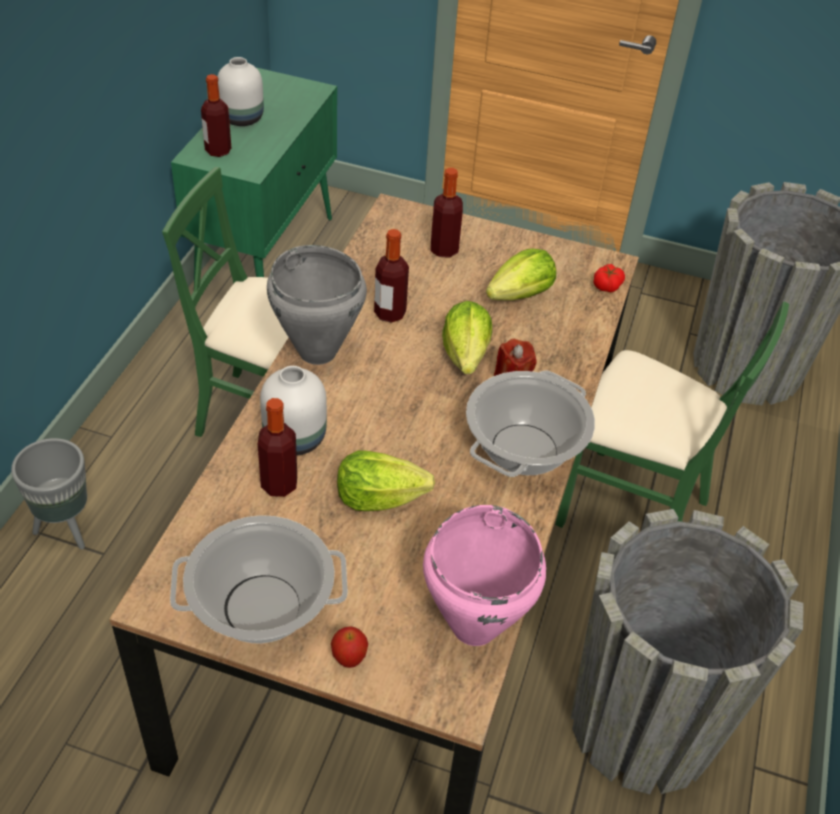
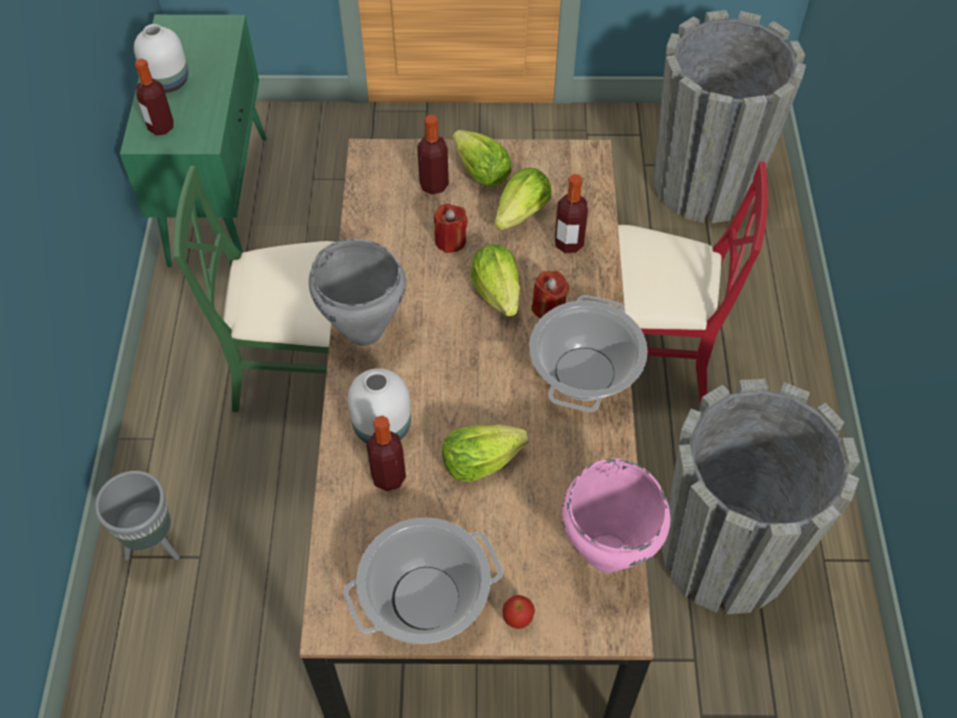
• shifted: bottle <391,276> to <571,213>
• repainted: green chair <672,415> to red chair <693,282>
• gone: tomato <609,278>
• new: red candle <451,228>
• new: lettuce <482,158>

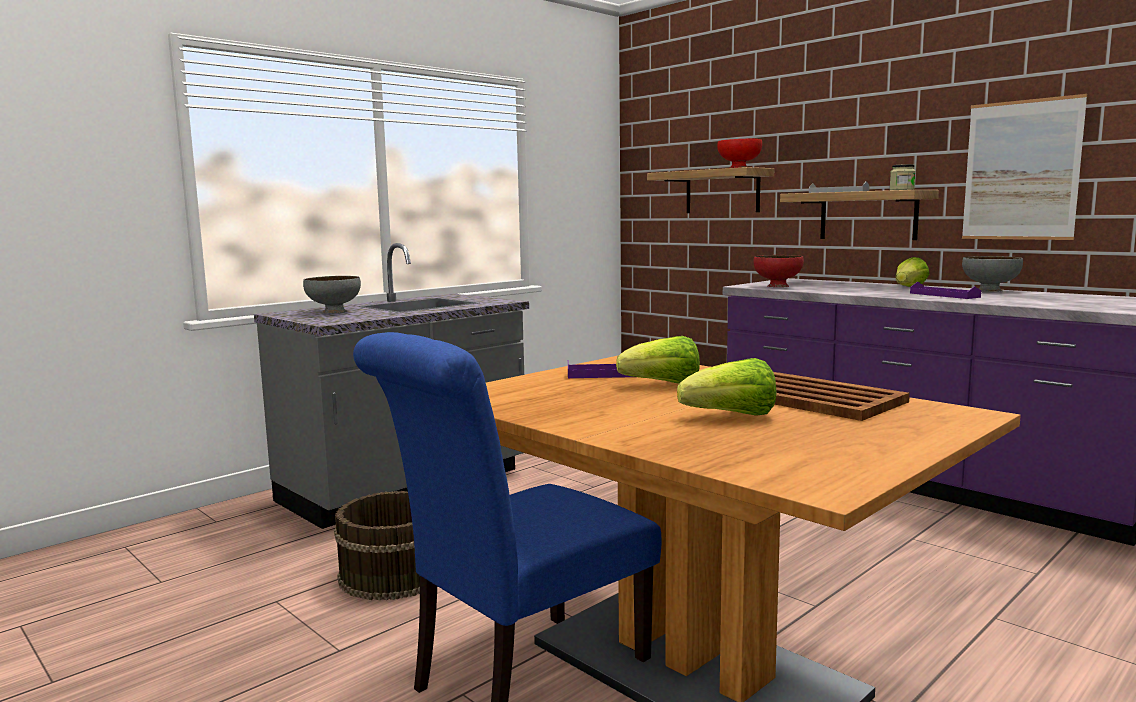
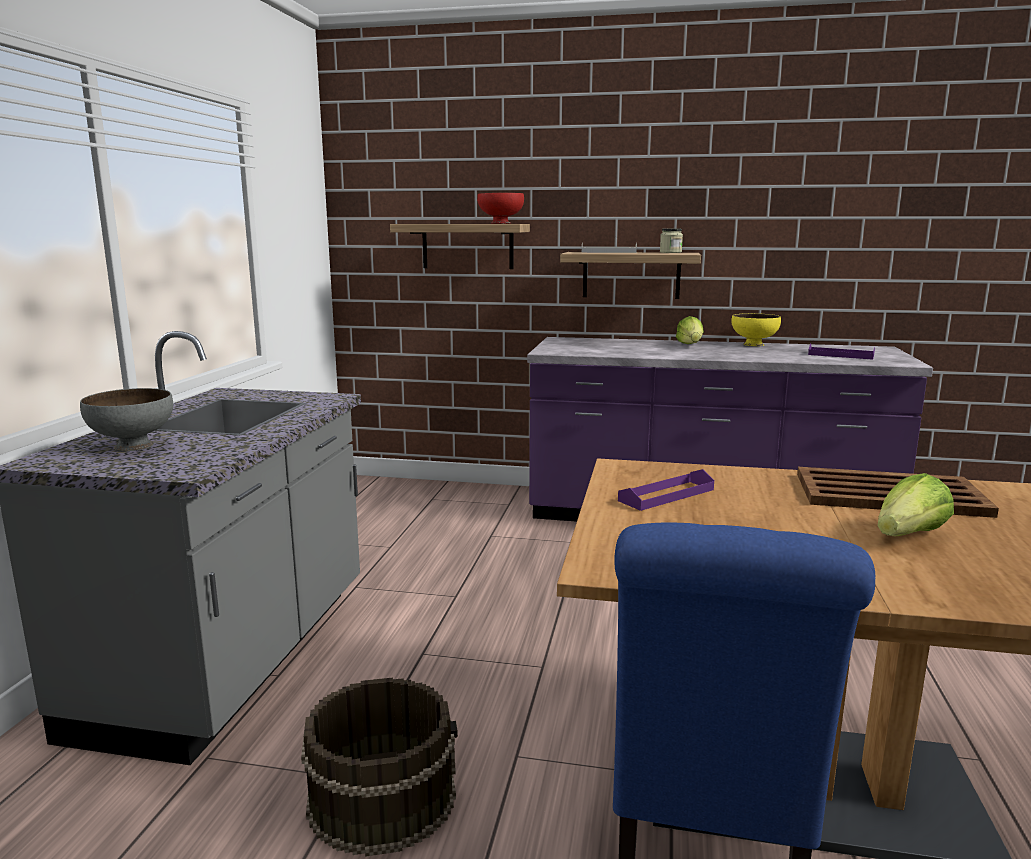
• gone: lettuce <658,360>
• gone: red bowl <778,271>
• shifted: purple tray <945,290> to <841,351>
• gone: picture <1024,167>
• repainted: grey bowl <992,274> to yellow bowl <756,329>

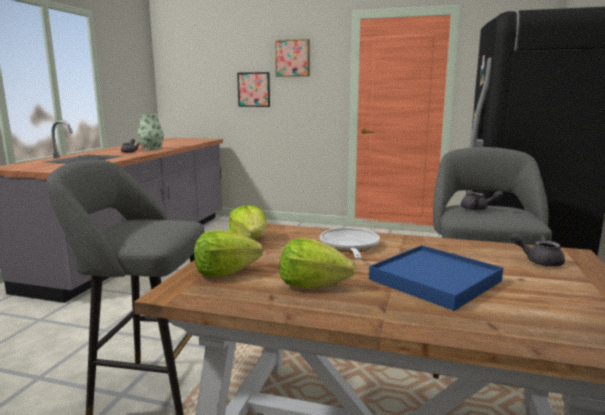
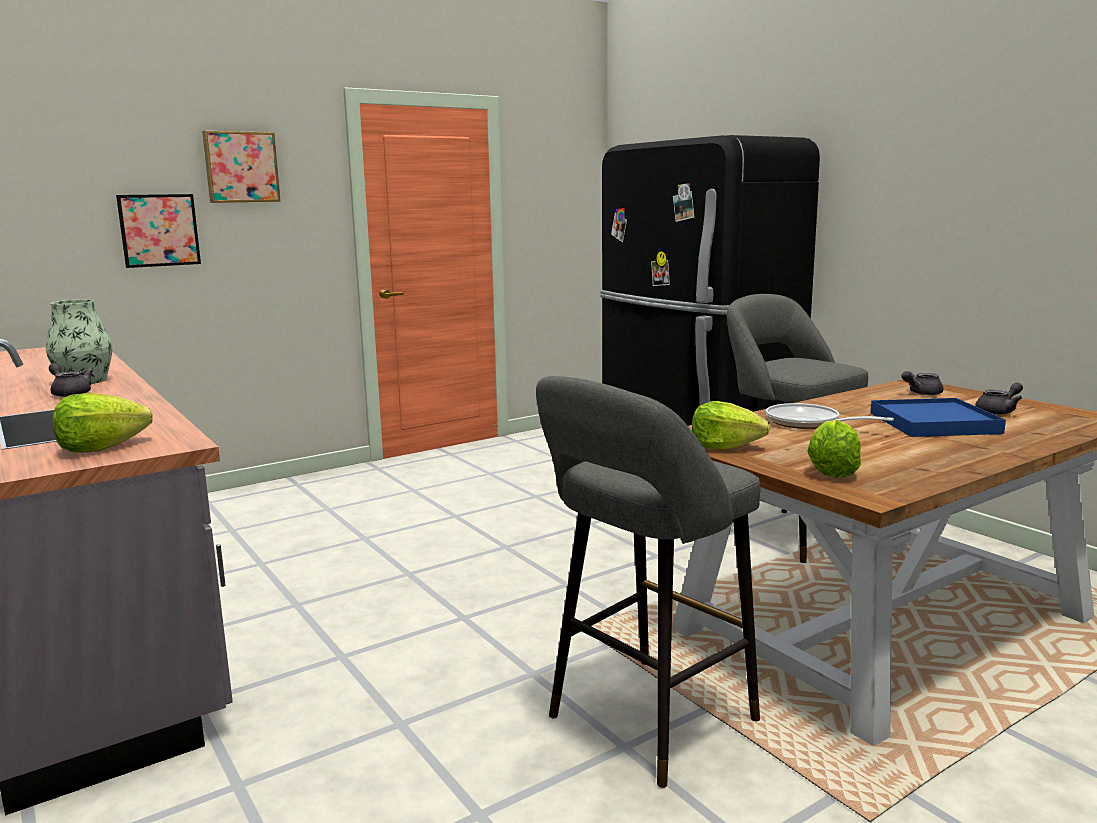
• shifted: lettuce <317,263> to <103,423>
• shifted: grey teapot <482,200> to <999,398>

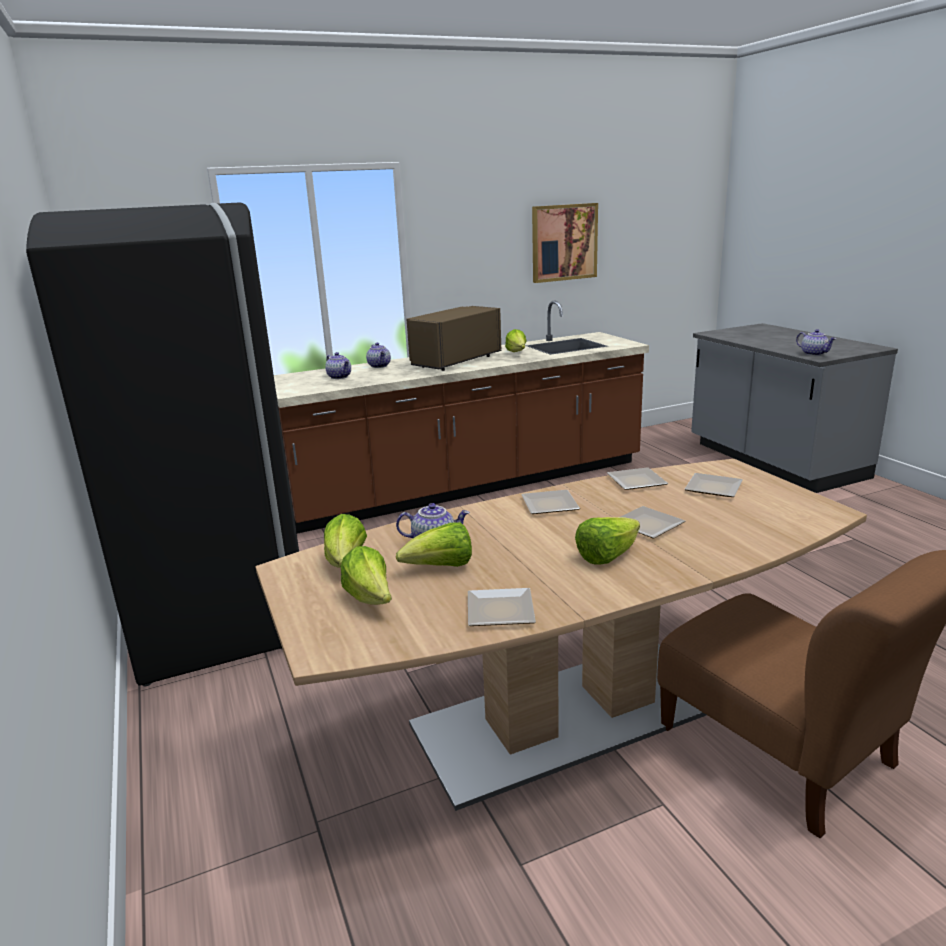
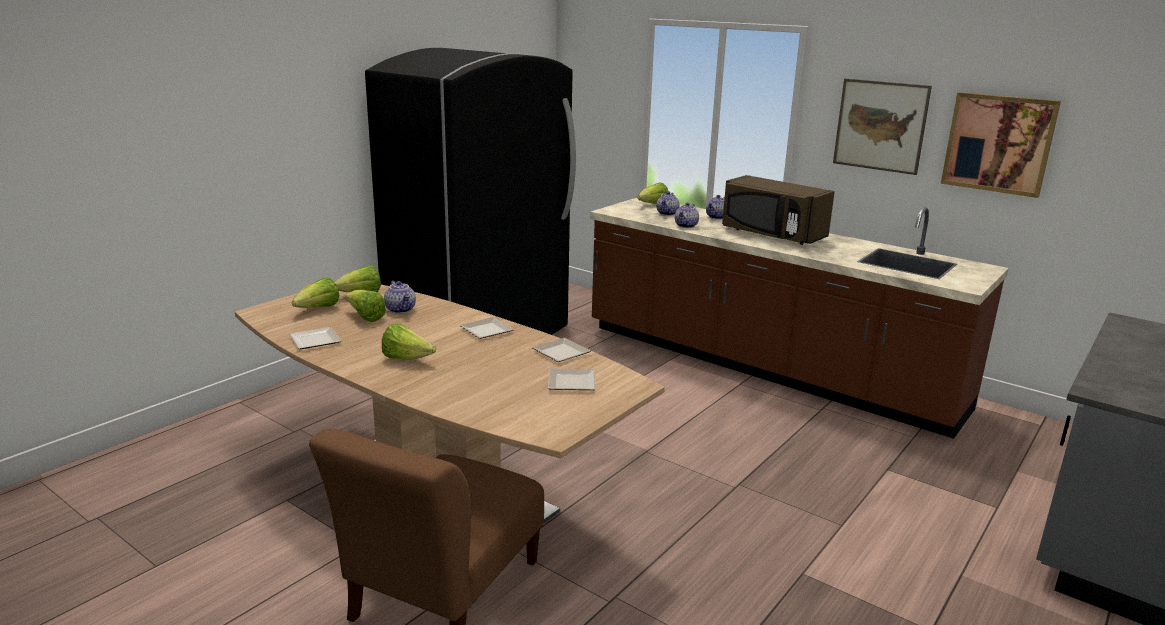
• rotated: brown microwave <454,338> = <778,210> 150 degrees counterclockwise
• shifted: lettuce <515,340> to <652,193>
• gone: plate <653,522>
• shifted: teapot <816,342> to <687,215>
• new: picture <882,127>

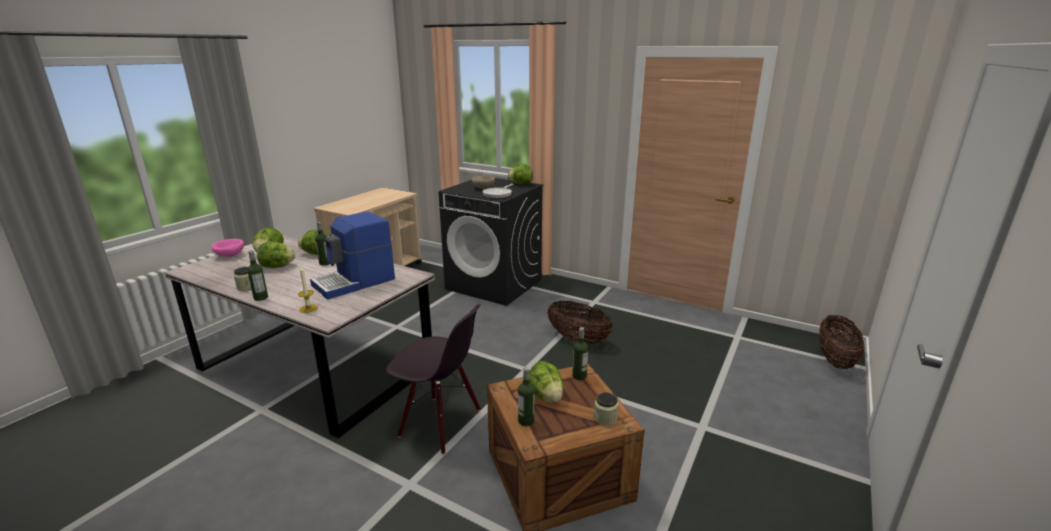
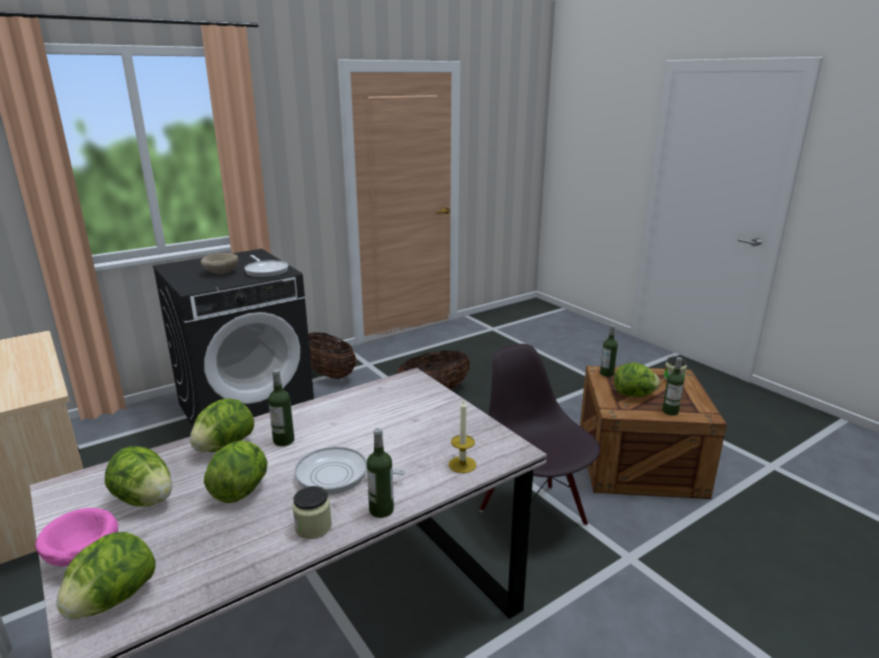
• gone: coffee machine <352,255>
• rotated: black chair <433,379> = <540,435> 75 degrees counterclockwise
• shifted: lettuce <520,174> to <106,576>
• shifted: basket <842,342> to <332,355>
• new: frying pan <349,471>

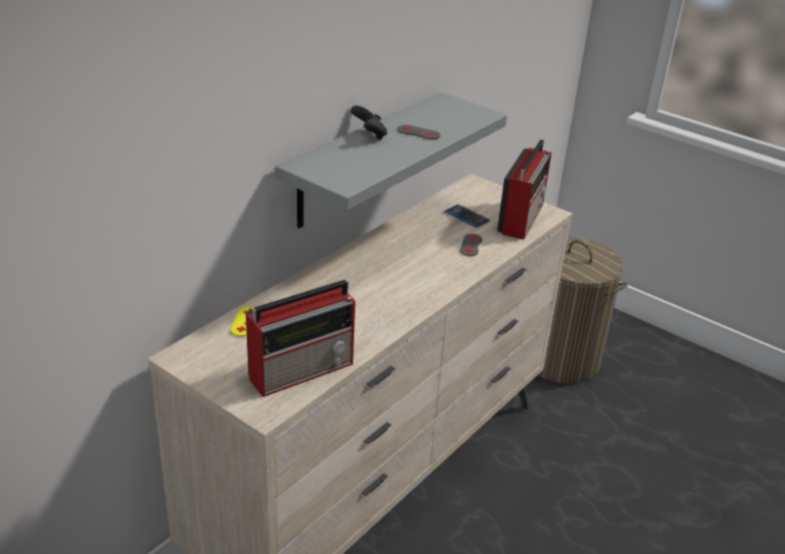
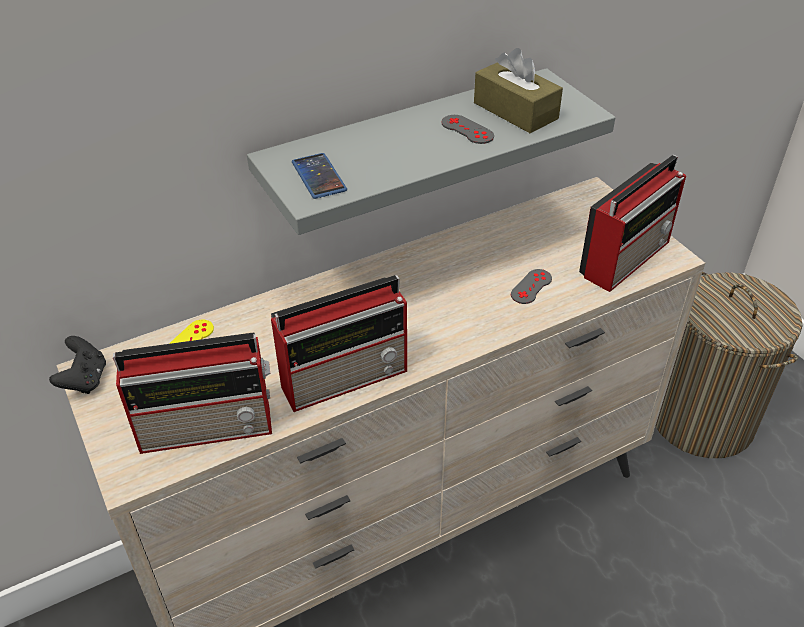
• shifted: black game controller <369,123> to <77,365>
• shifted: phone <467,216> to <319,176>
• new: radio <339,343>
• new: brown tissue box <518,90>

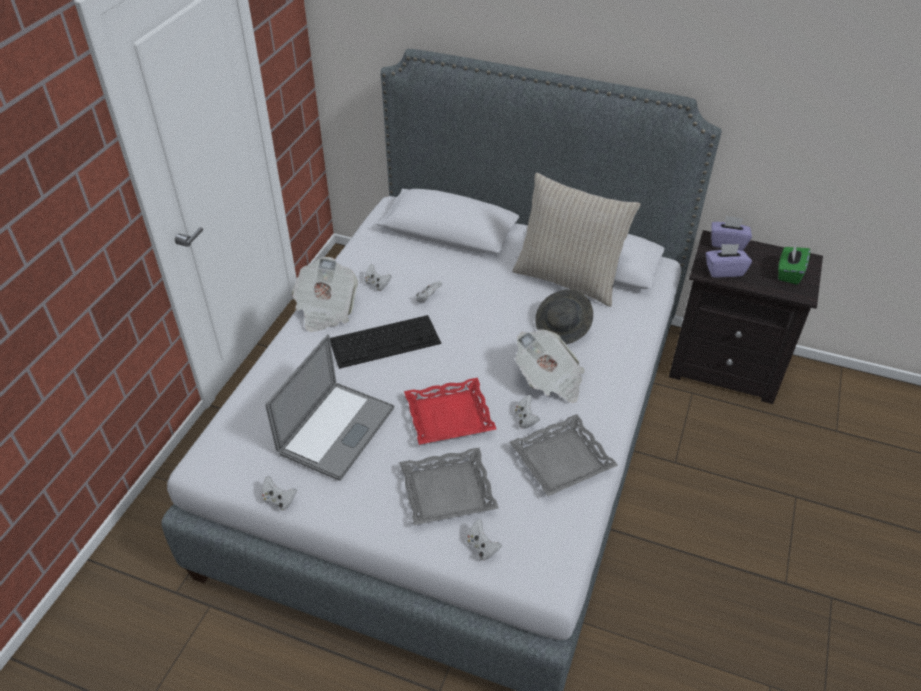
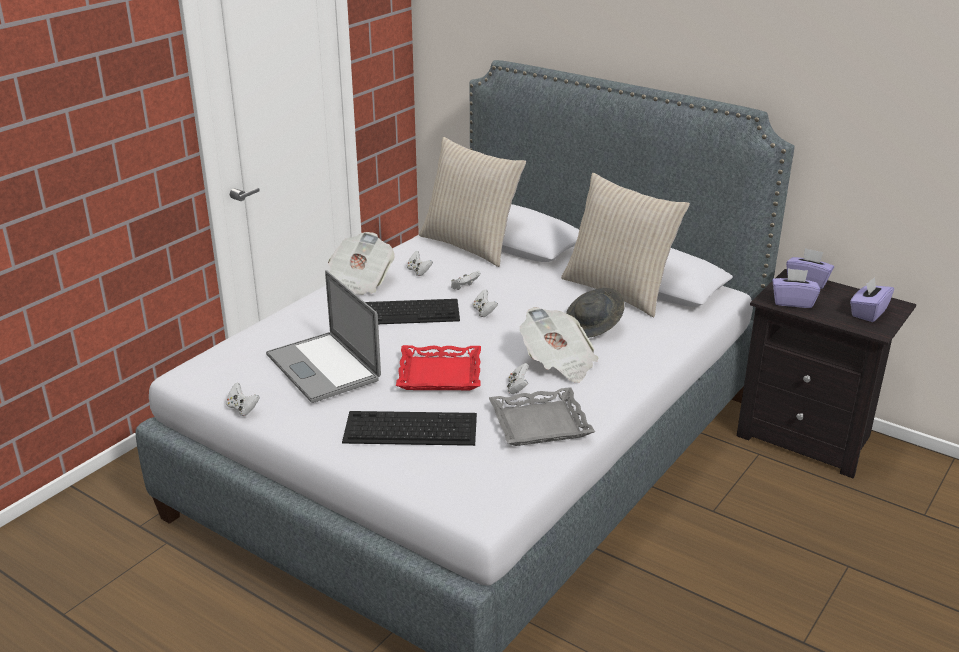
• rotated: laptop <330,407> = <323,336> 105 degrees clockwise
• swapped: grey tray <448,486> to keyboard <409,428>
• shifted: white game controller <483,540> to <485,303>
• repainted: green tissue box <794,264> to purple tissue box <872,299>
• new: beige pillow <472,202>

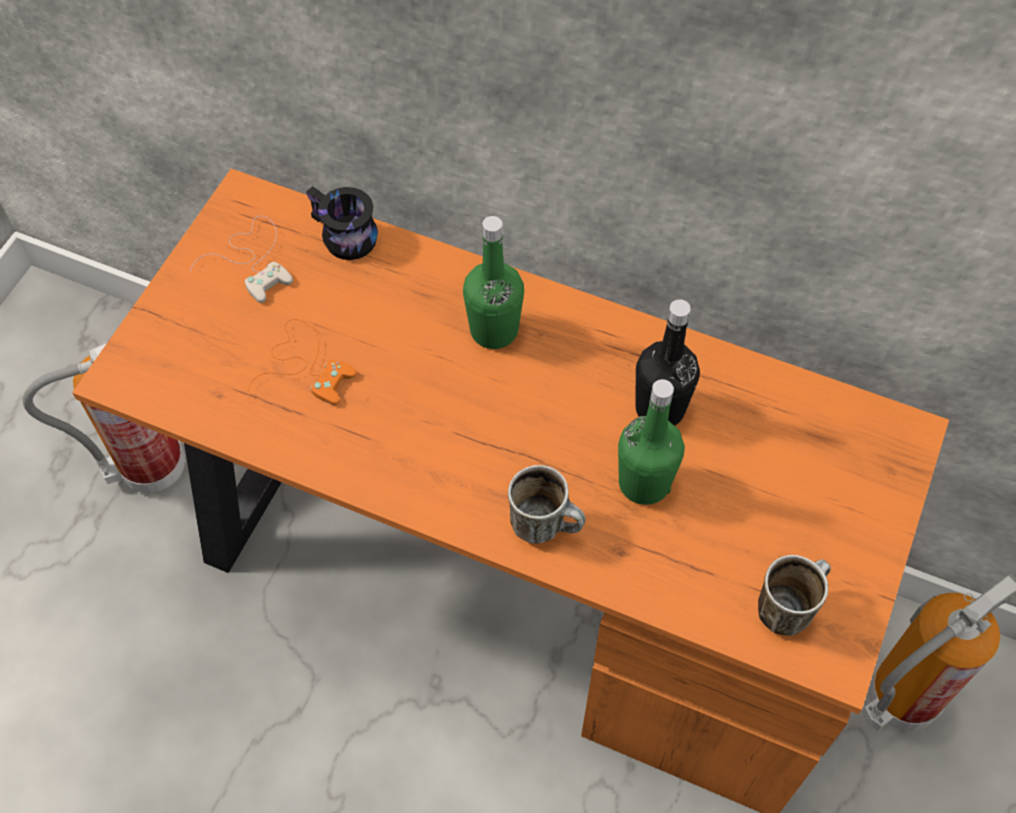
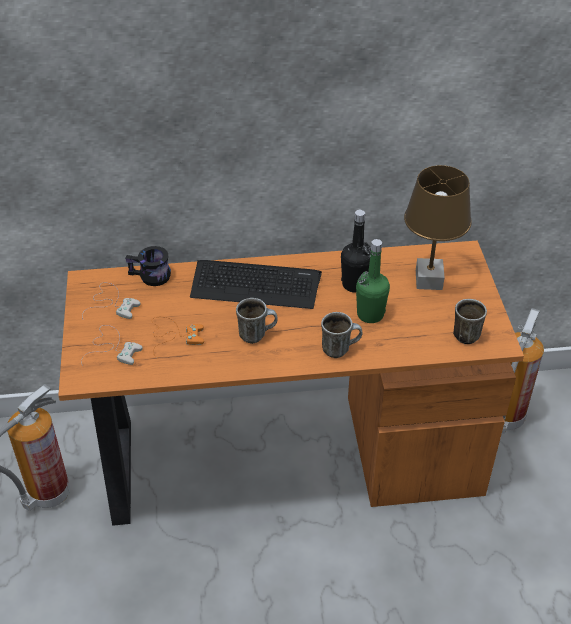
• swapped: green bottle <493,282> to keyboard <256,284>
• new: white game controller <112,345>
• new: mug <257,321>
• new: brown table lamp <438,227>

